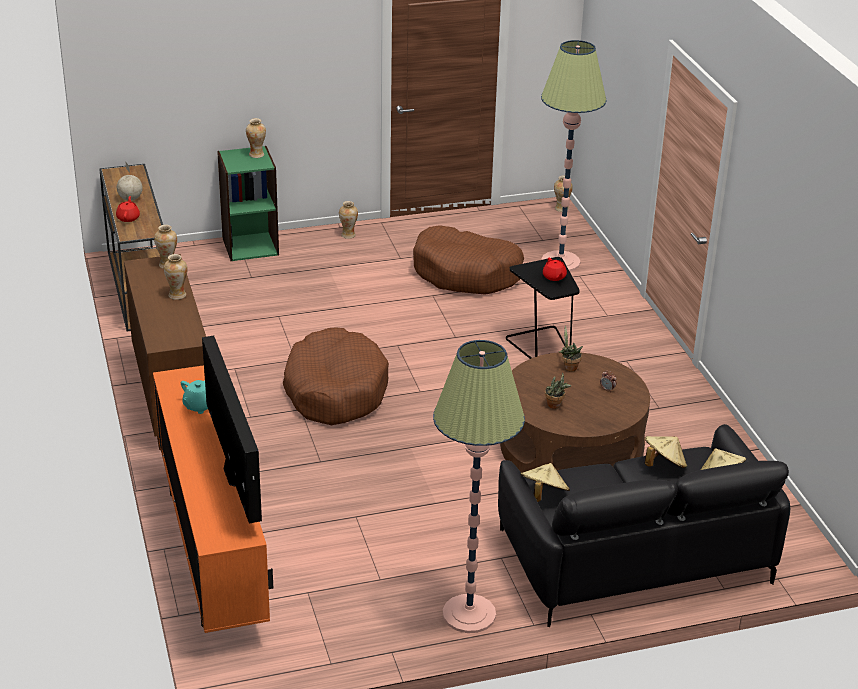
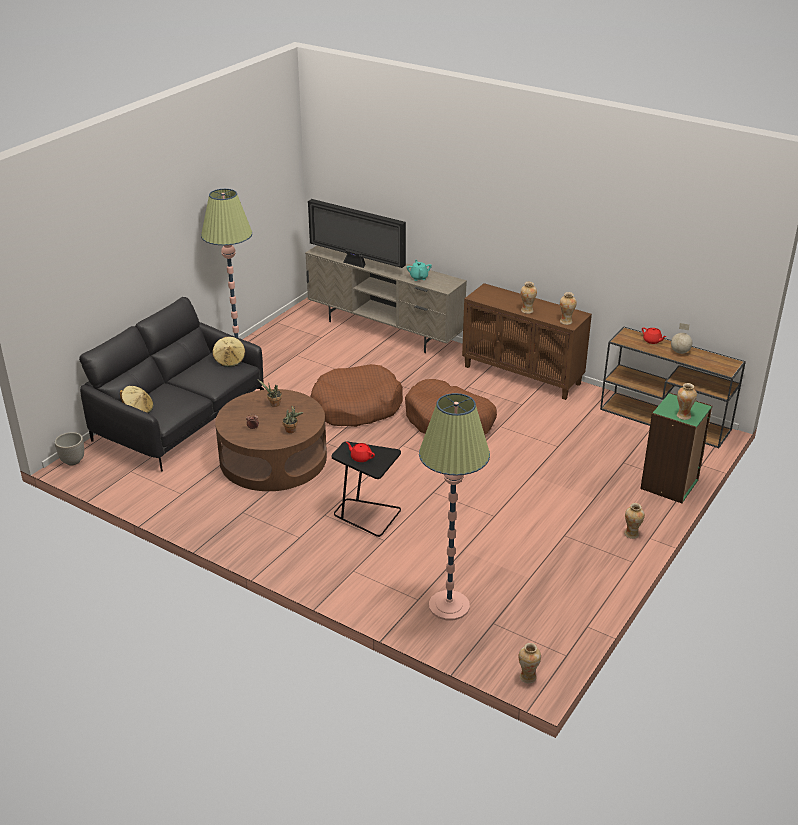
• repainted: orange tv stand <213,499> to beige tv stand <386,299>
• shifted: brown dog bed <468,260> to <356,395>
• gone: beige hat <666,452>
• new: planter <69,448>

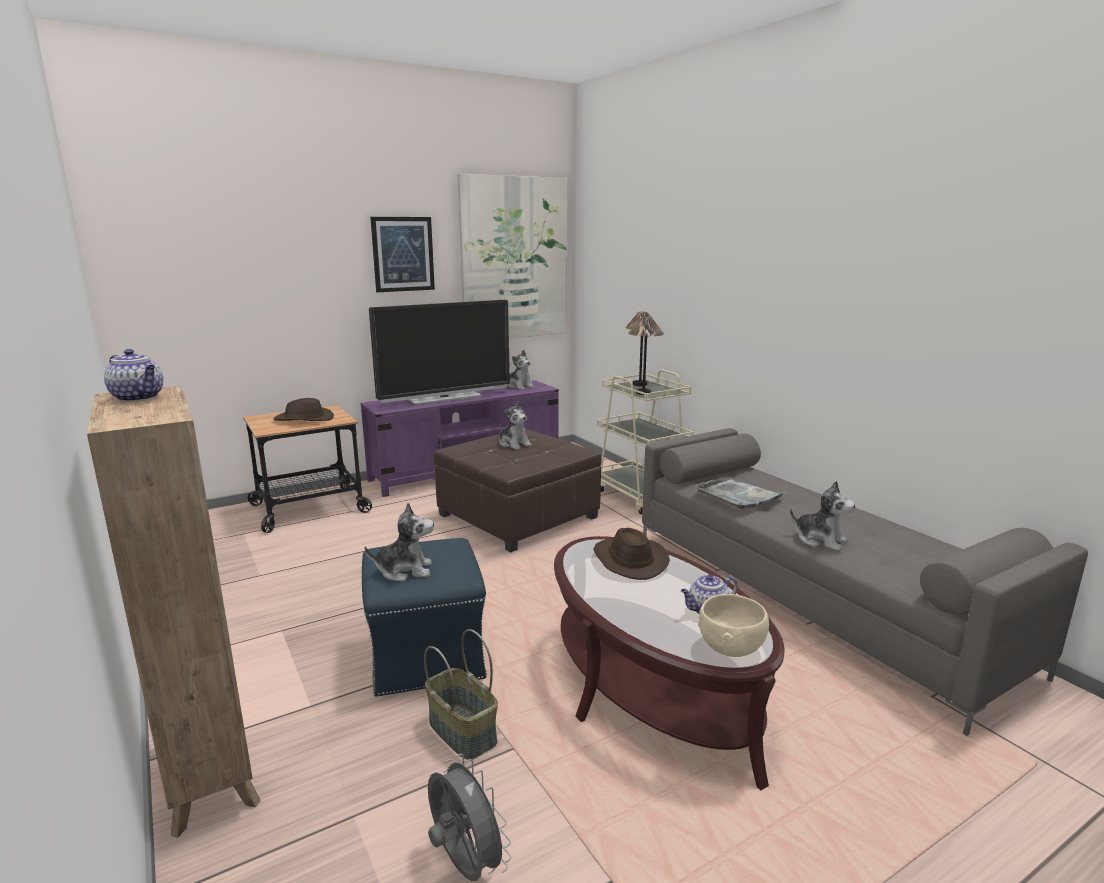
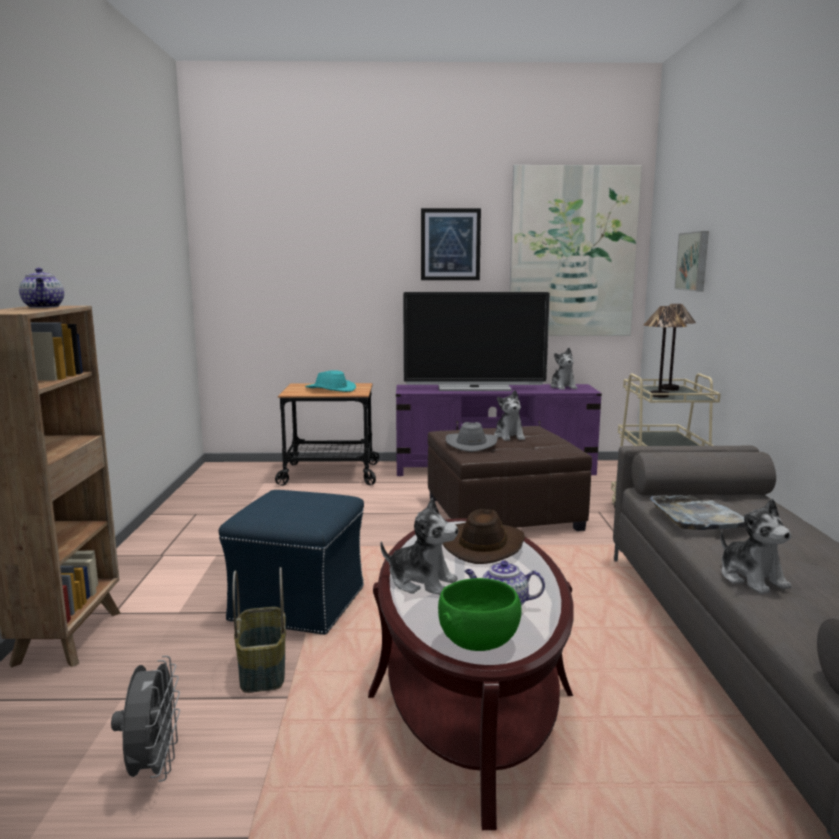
• repainted: brown hat <303,409> to turquoise hat <330,381>
• shifted: plush toy <399,541> to <419,546>
• repainted: beige bowl <733,625> to green bowl <479,614>
• new: grey hat <472,437>
• new: picture <691,261>

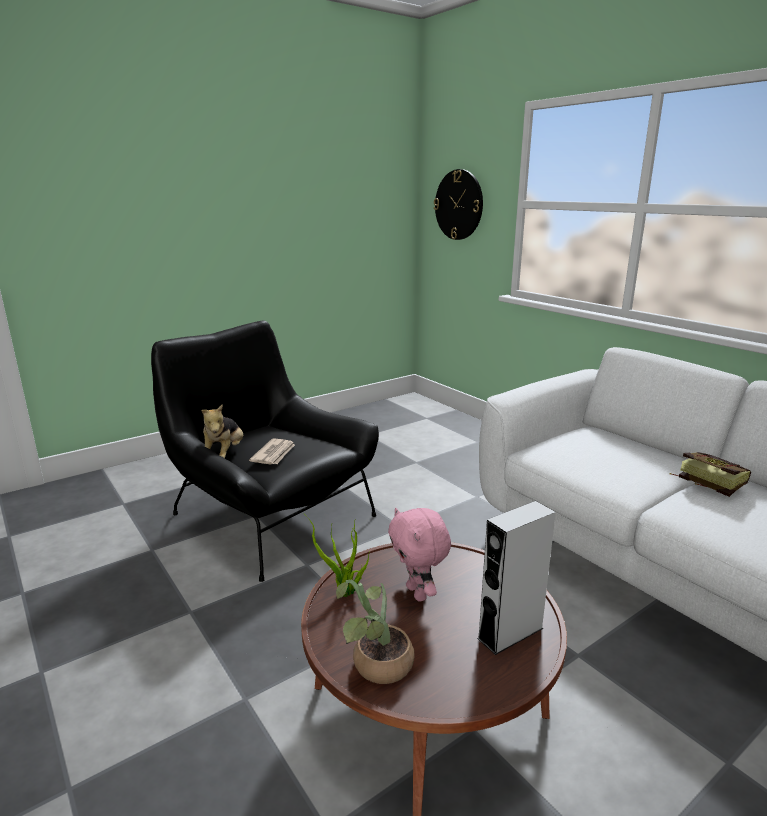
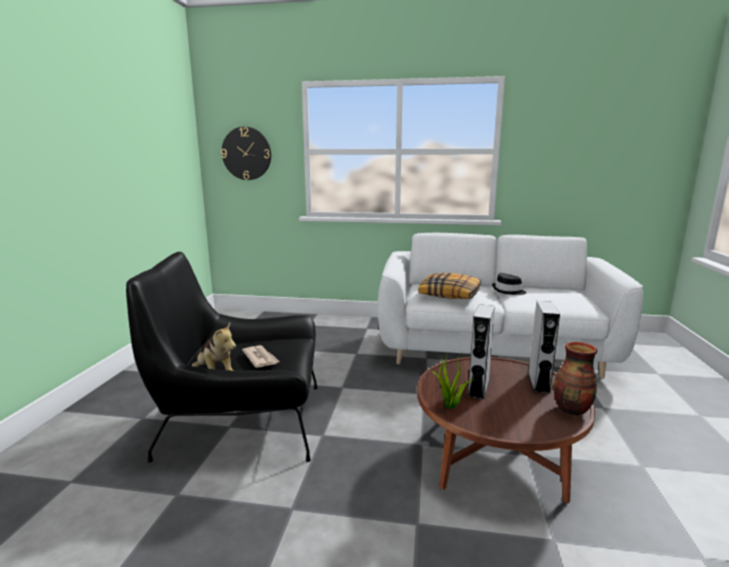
• gone: potted plant <375,632>
• swapped: pink plush toy <419,554> to grey speaker <481,352>
• swapped: book <710,474> to black hat <509,284>
• new: pillow <449,286>
• new: vase <575,379>

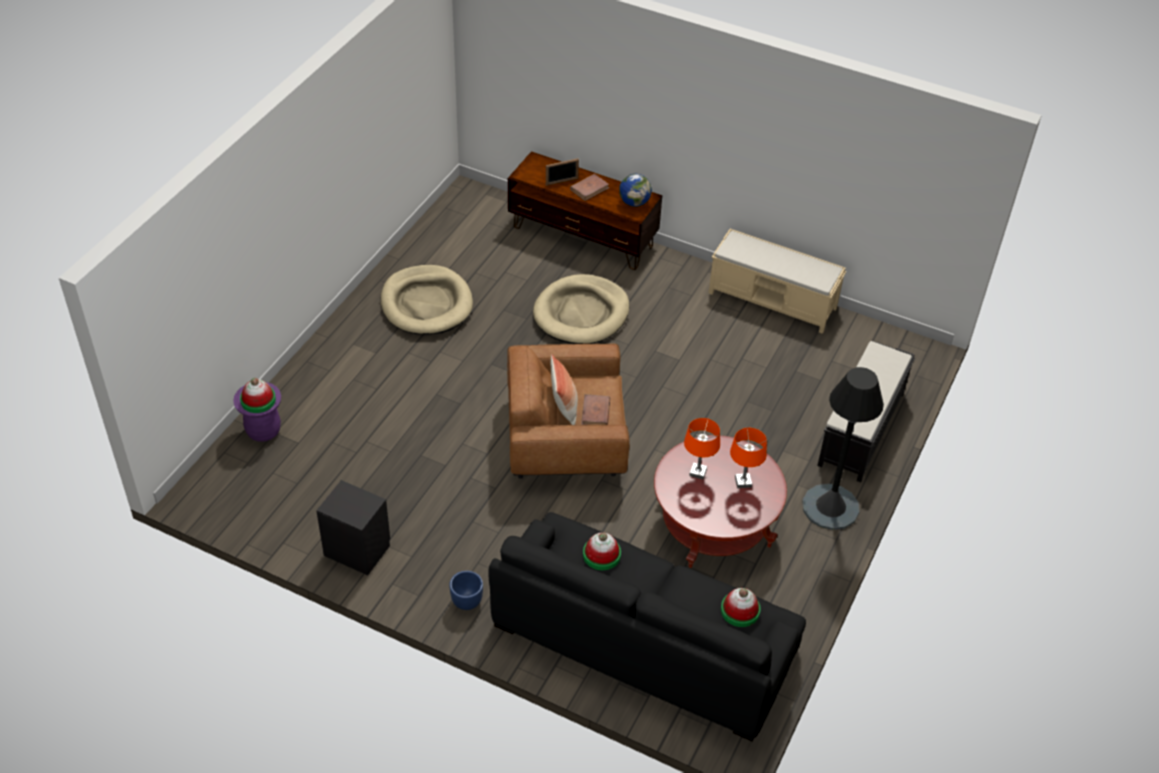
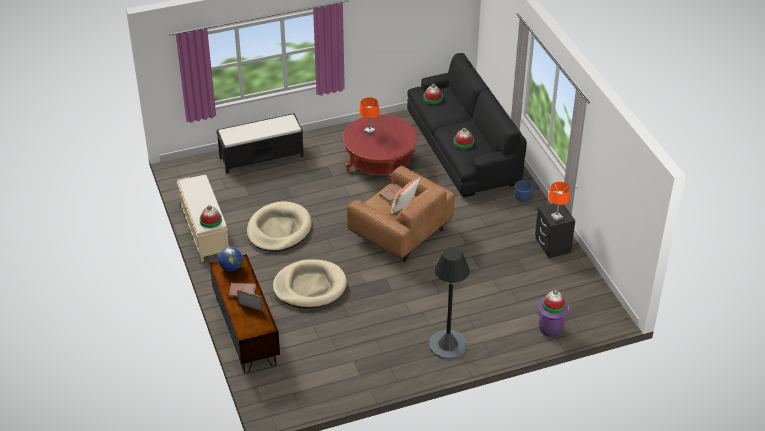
• shifted: beige dog bed <427,300> to <279,227>
• shifted: orange table lamp <702,449> to <559,202>
• shifted: black floor lamp <843,448> to <449,303>
• new: hat <211,216>

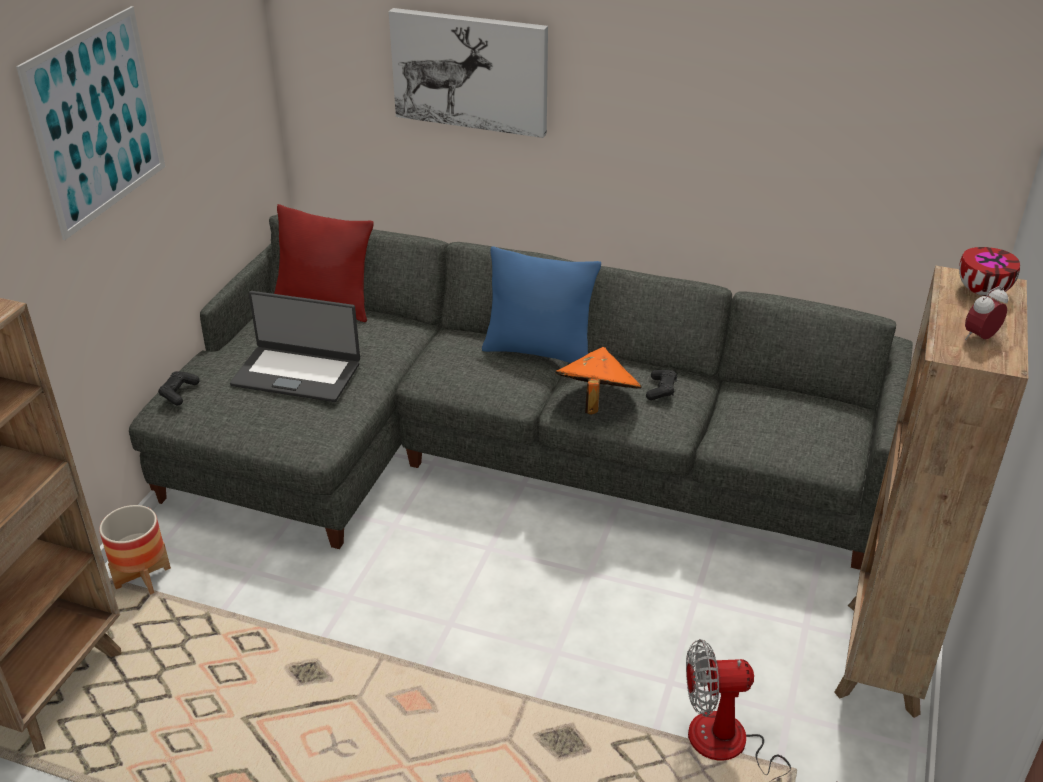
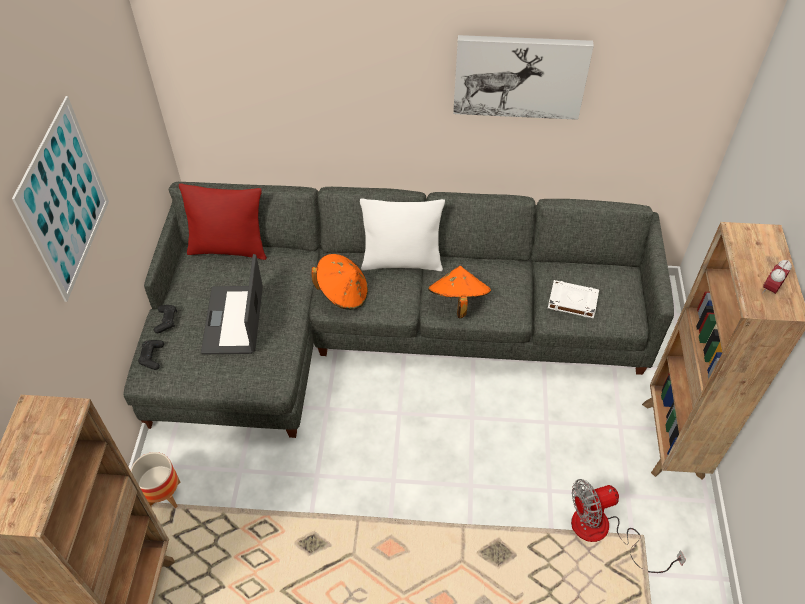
• rotated: laptop <295,346> = <232,304> 90 degrees clockwise
• shifted: picture <468,73> to <523,77>
• repainted: blue pillow <541,304> to white pillow <402,234>
• shifted: black game controller <661,385> to <165,319>
• gone: bowl <989,271>
• new: orange hat <339,282>
• new: white book <573,299>

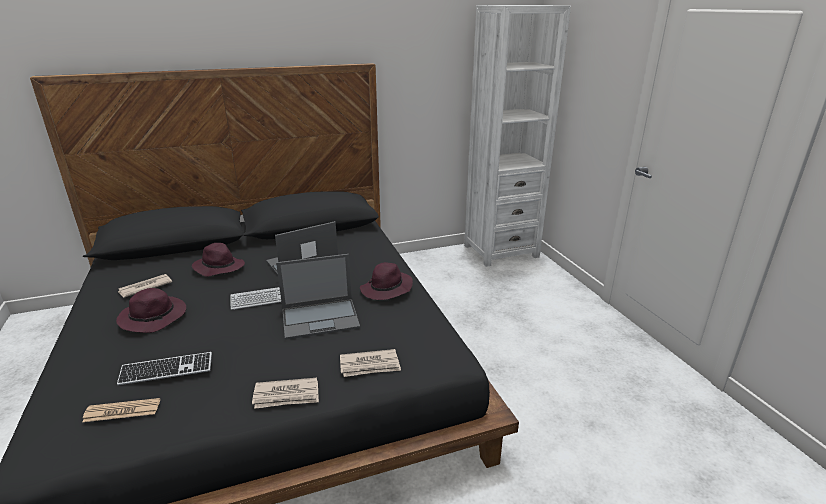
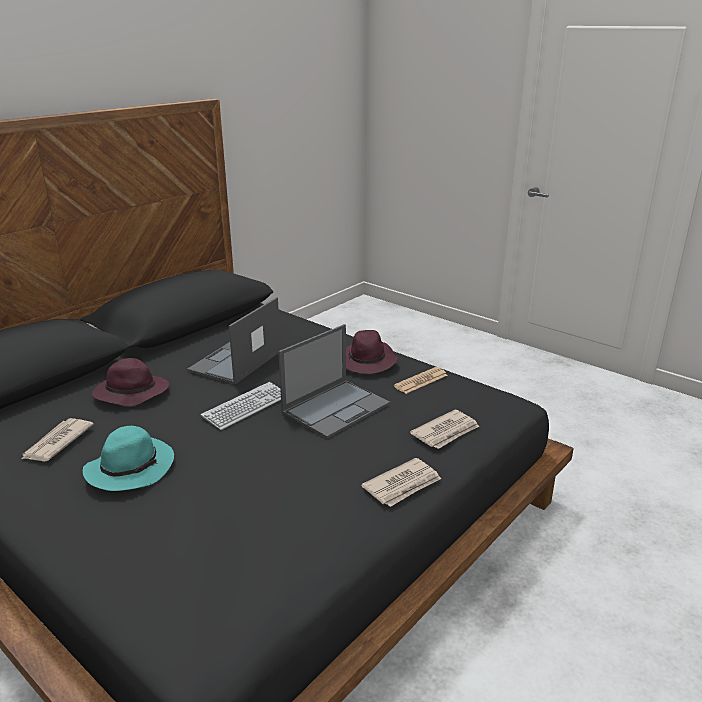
• shifted: newspaper <121,410> to <421,380>
• repainted: purple hat <151,310> to turquoise hat <128,458>
• gone: keyboard <164,368>
• gone: white bookcase <517,136>

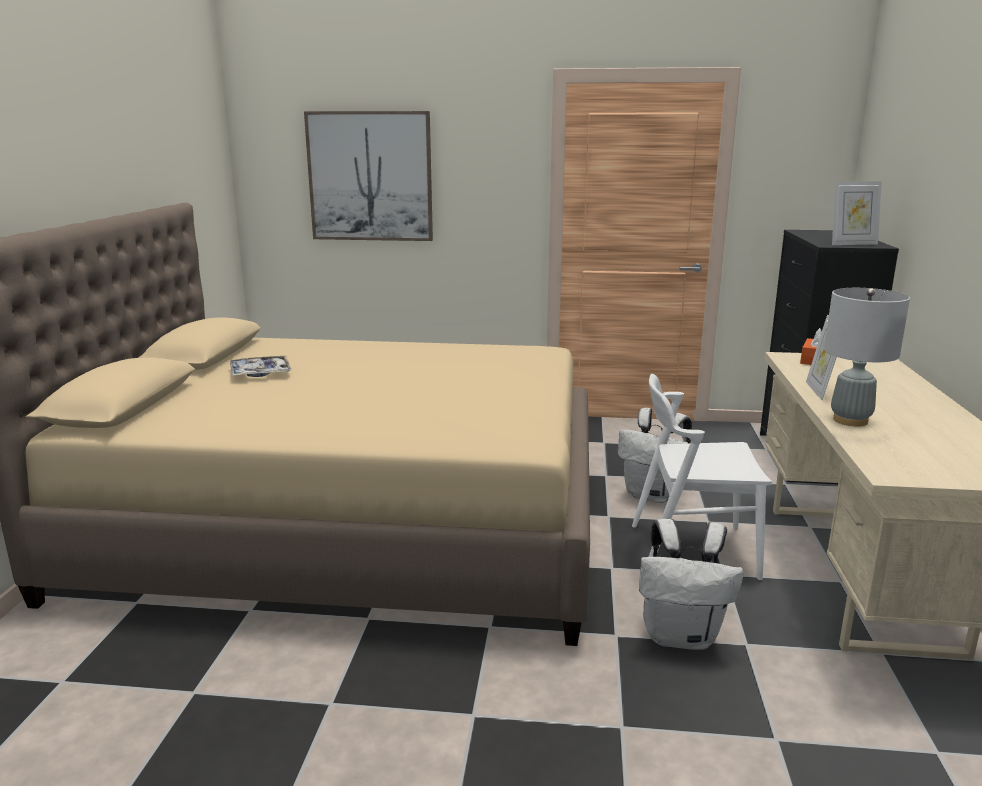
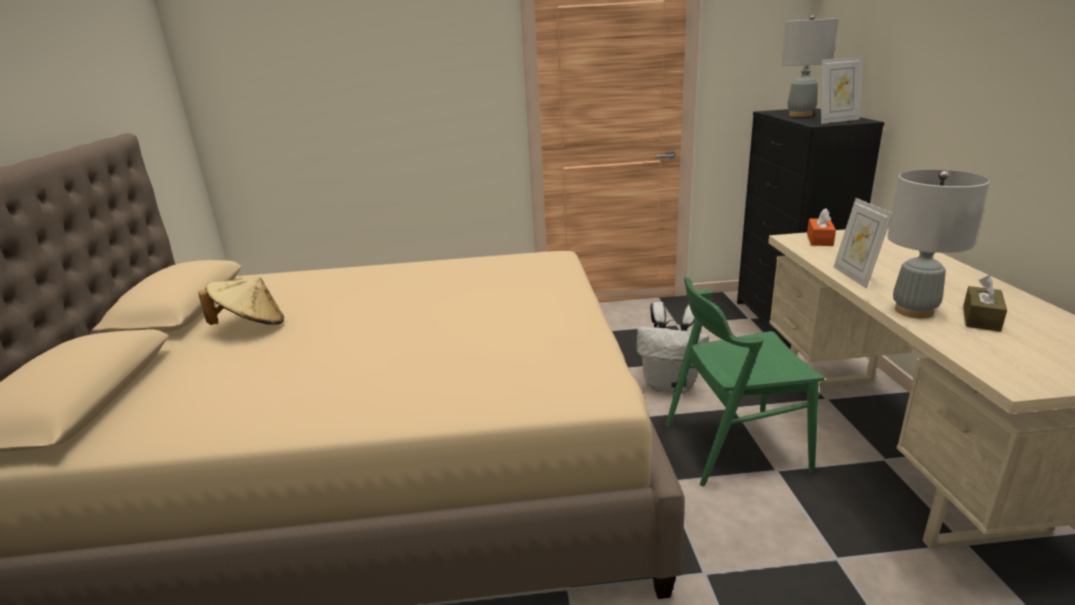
• swapped: tray <260,366> to beige hat <241,301>
• gone: picture <368,176>
• repainted: white chair <702,477> to green chair <745,381>
• gone: white backpack <691,584>
• new: grey table lamp <810,66>
• new: brown tissue box <985,304>

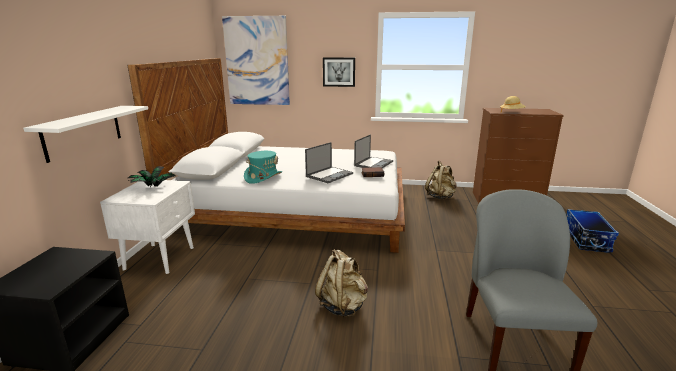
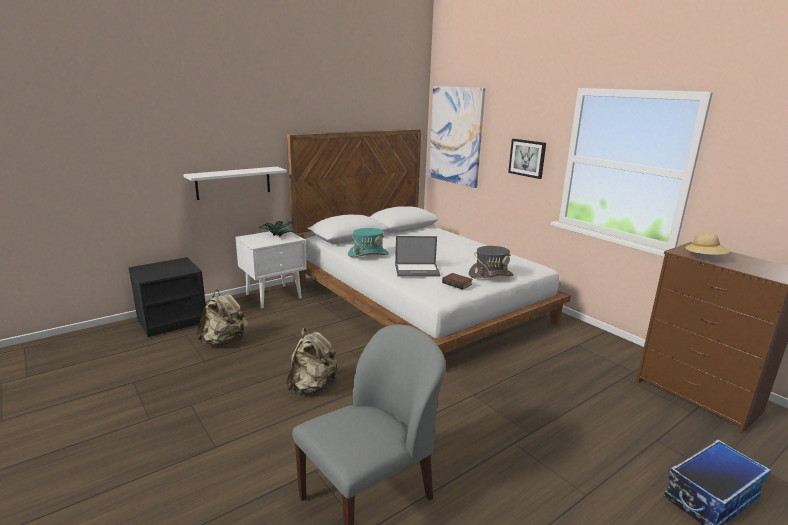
• swapped: laptop <373,151> to grey hat <491,262>
• shifted: beige backpack <441,180> to <222,317>

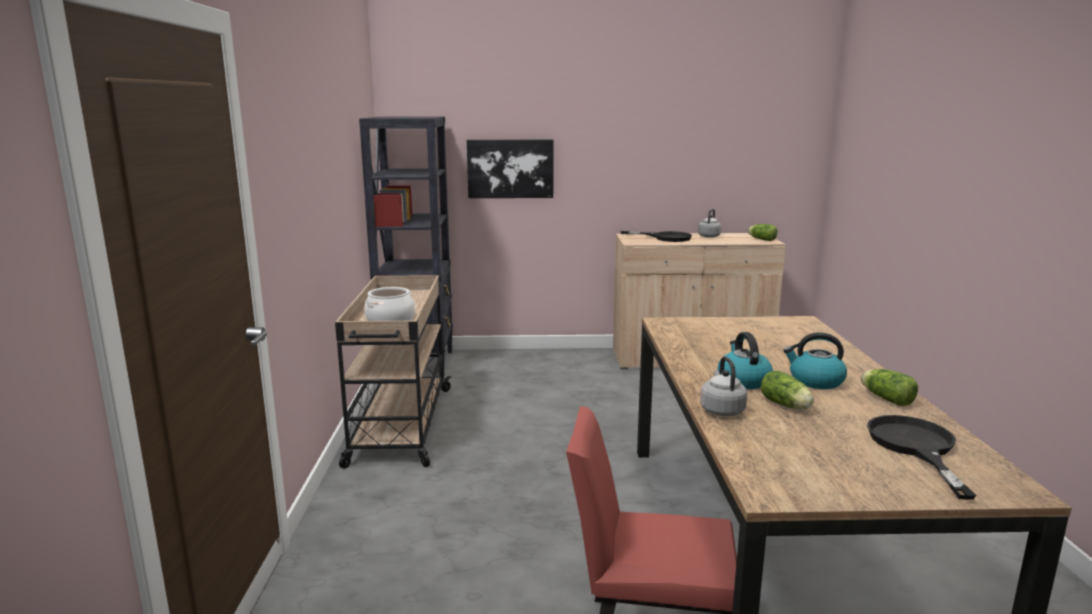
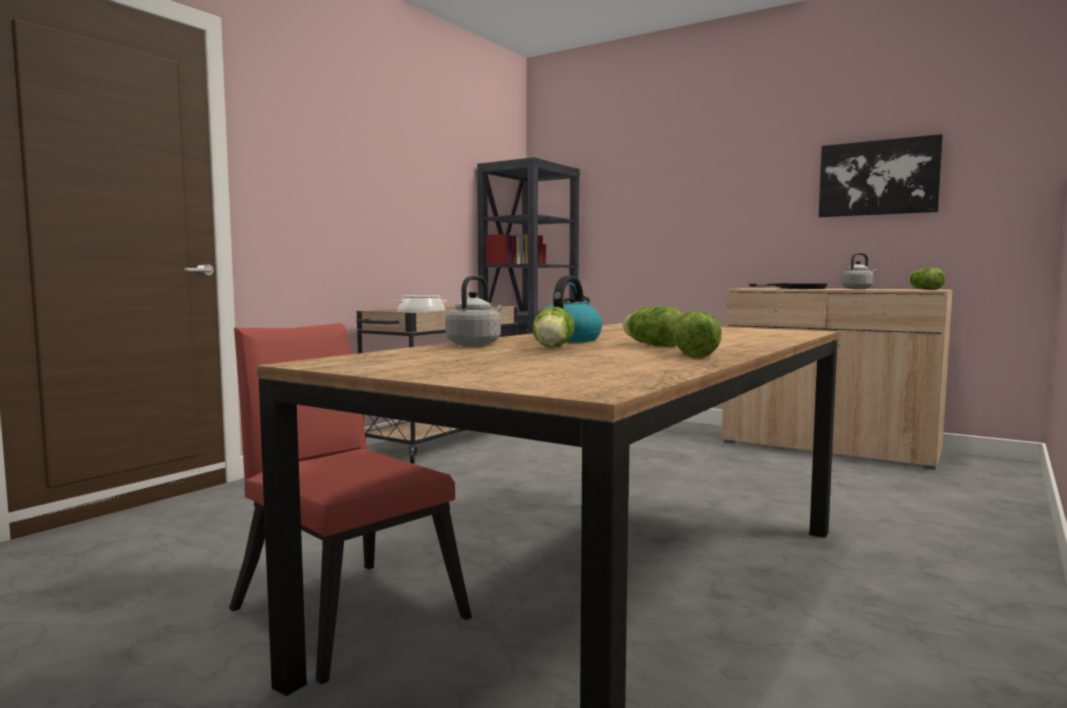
• shifted: picture <510,169> to <881,175>
• swapped: kettle <815,360> to lettuce <653,326>
• gone: black frying pan <921,457>

